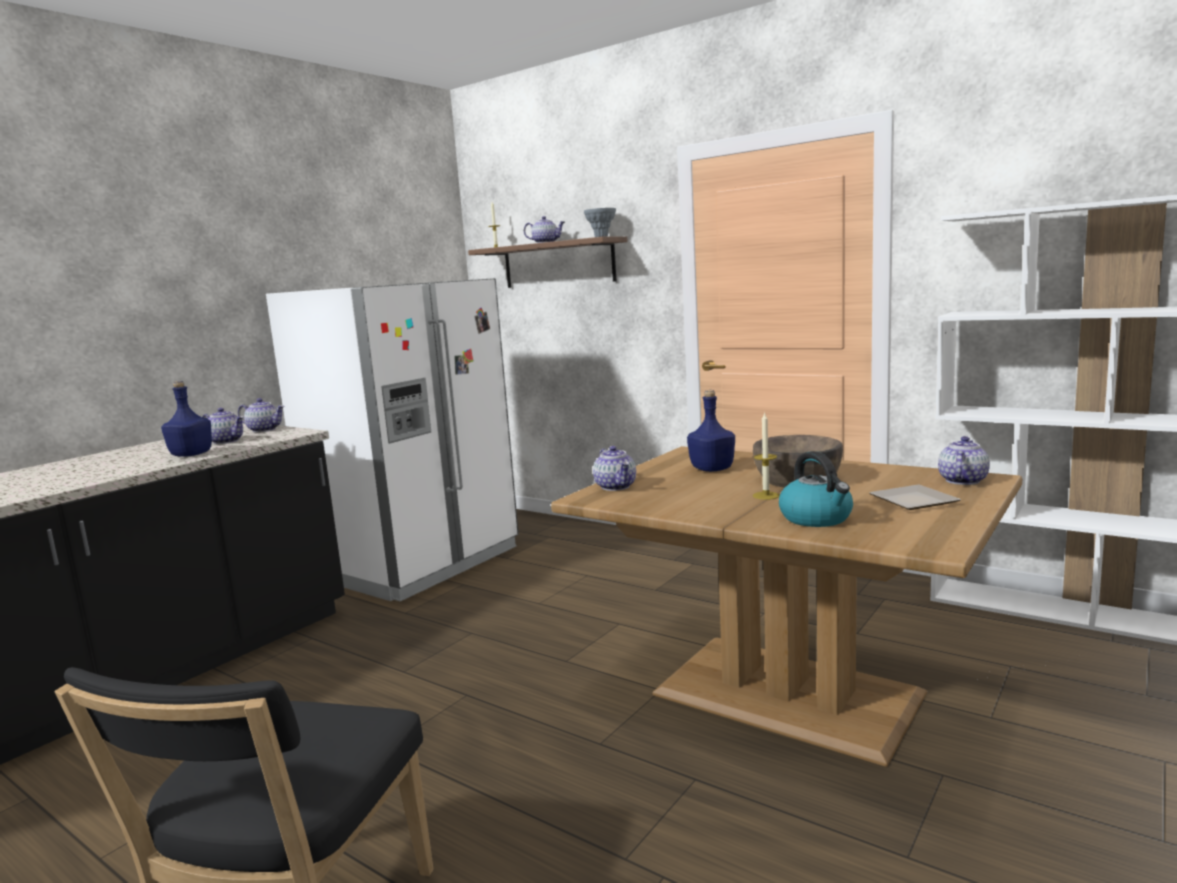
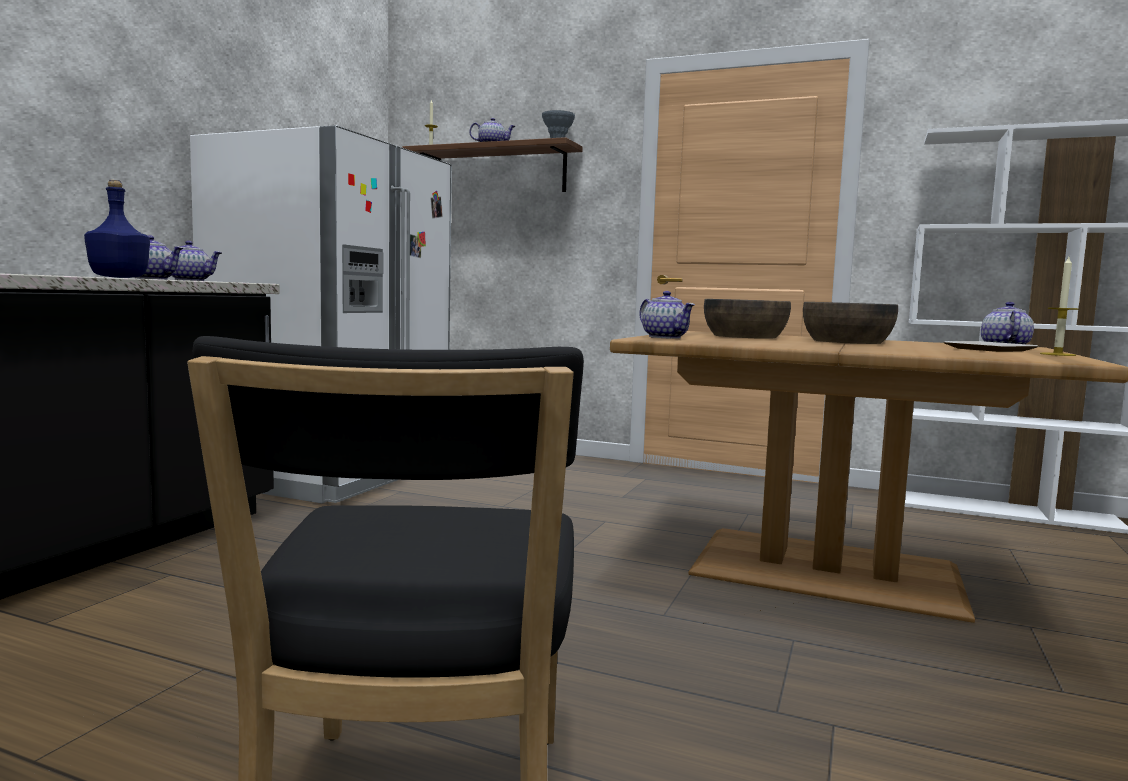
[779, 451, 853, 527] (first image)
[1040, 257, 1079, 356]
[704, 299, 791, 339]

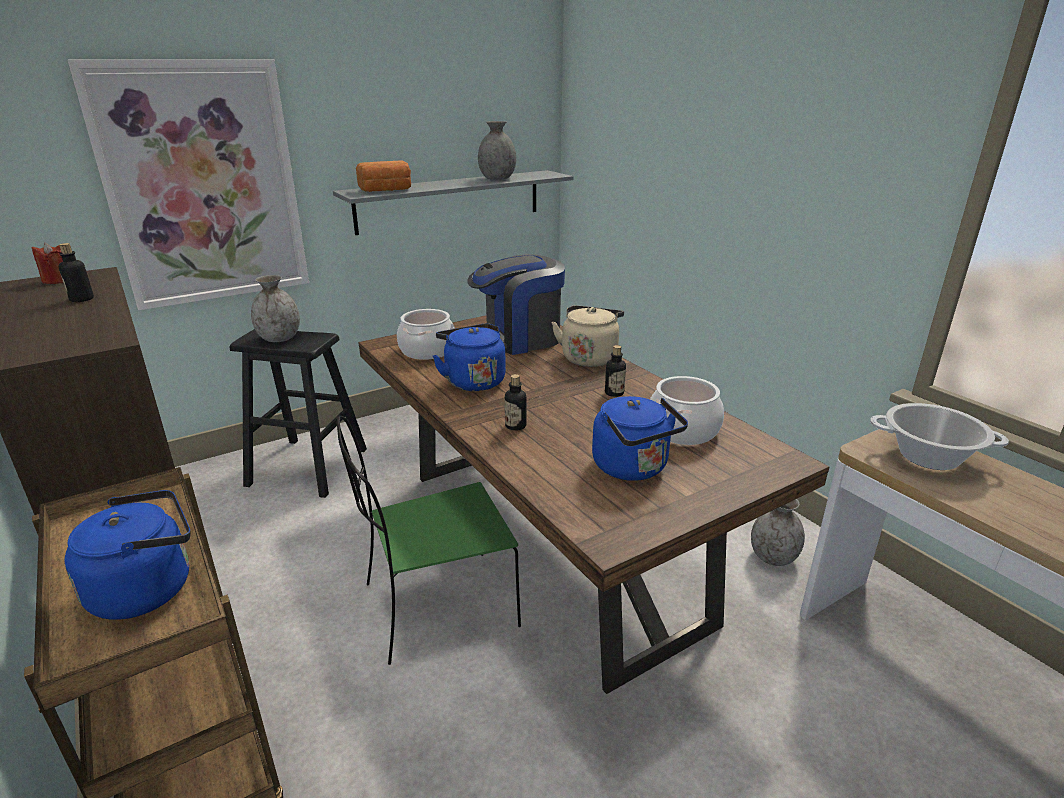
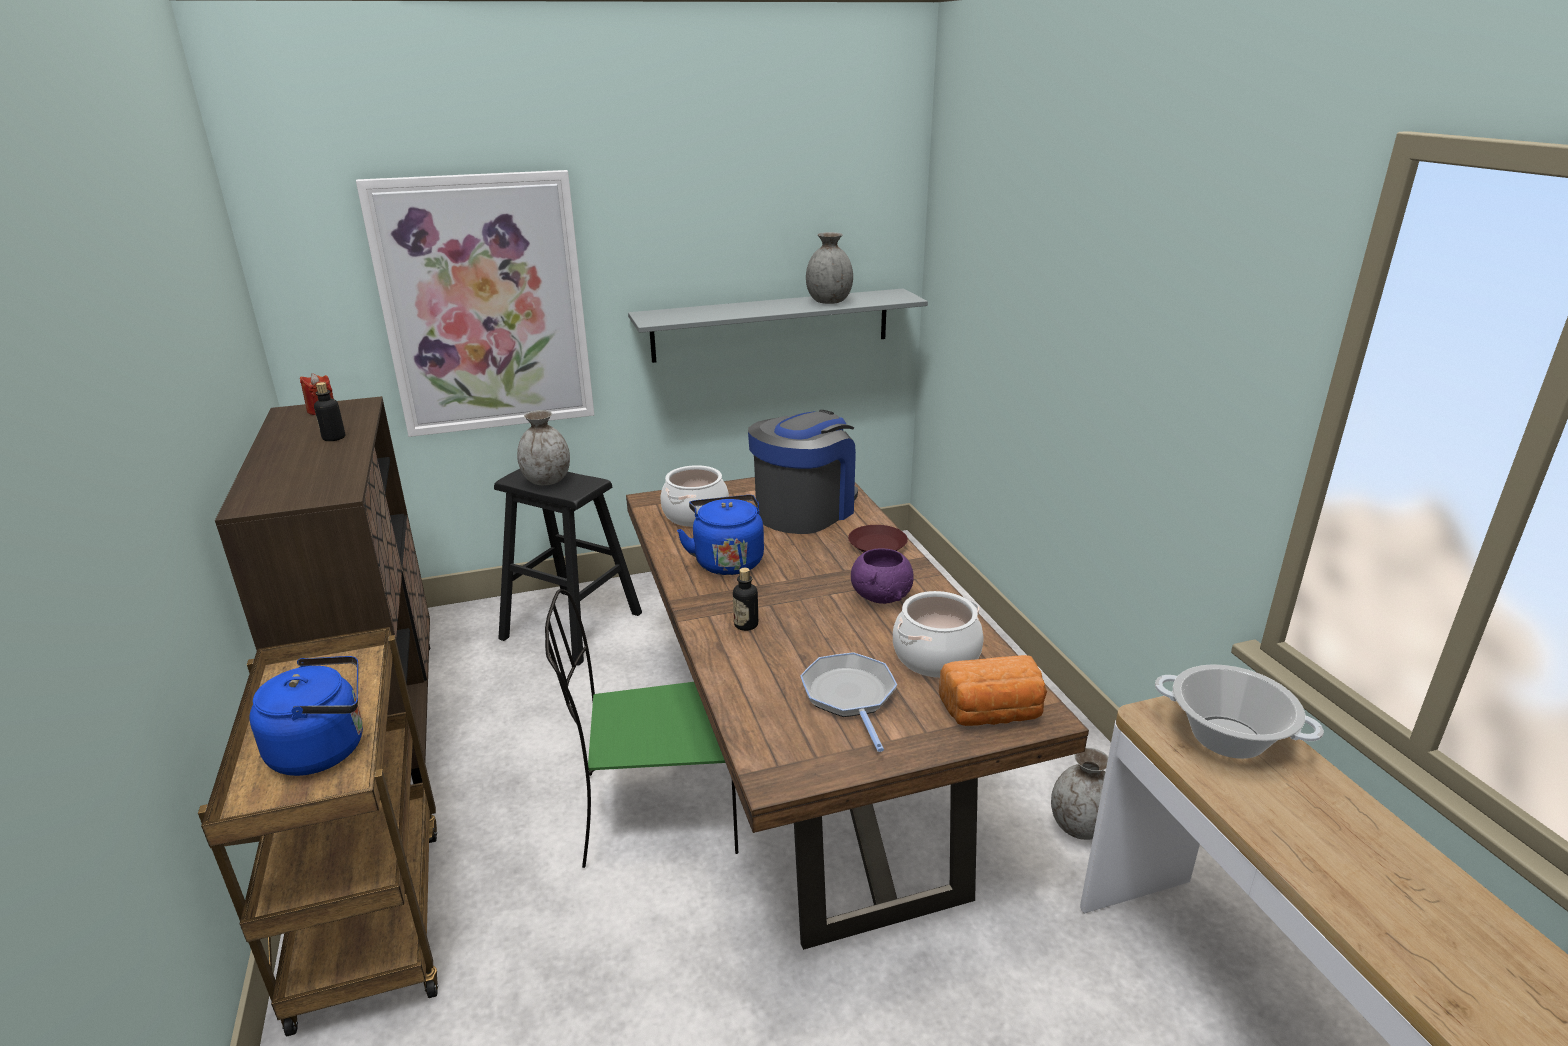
[939, 655, 1047, 726]
[848, 525, 908, 552]
[800, 652, 897, 752]
[851, 548, 914, 604]
[748, 410, 858, 534]

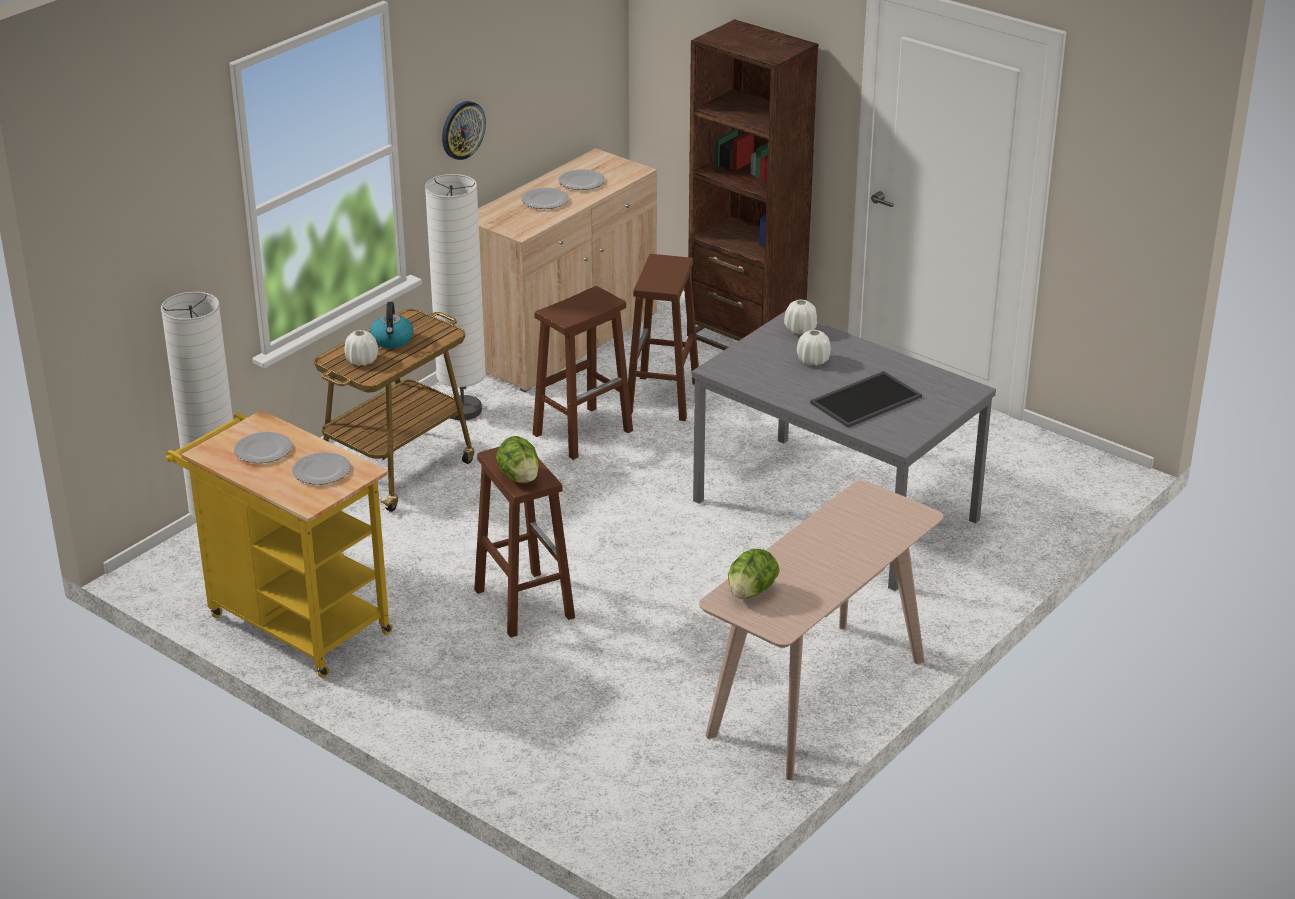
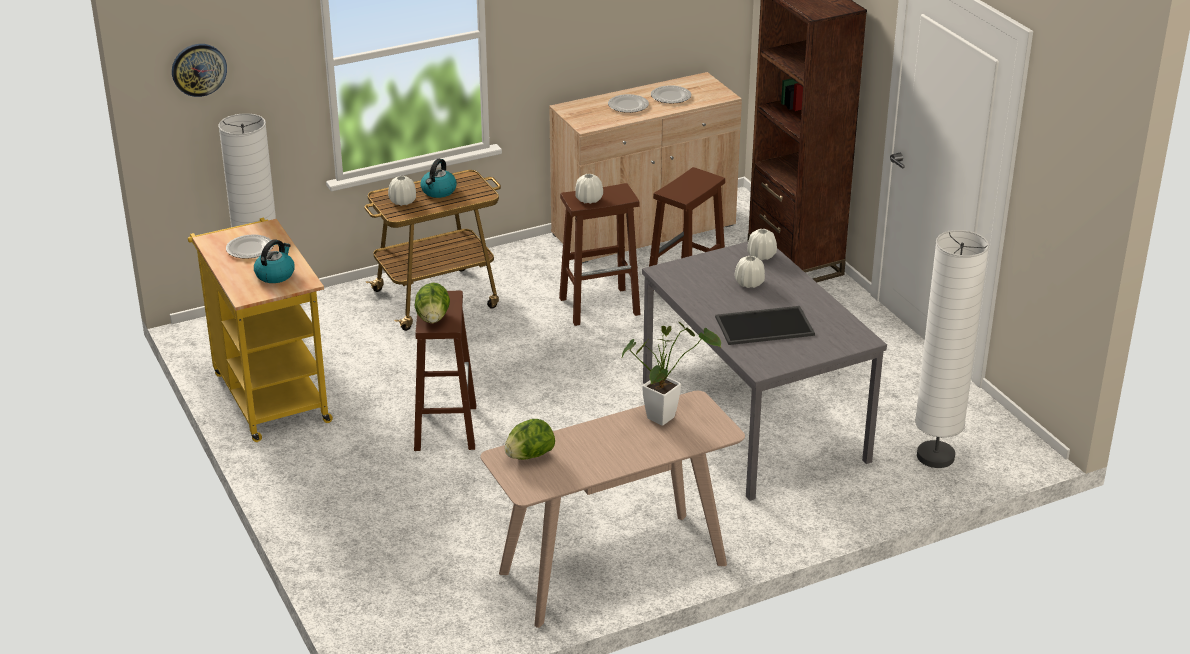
[575, 174, 603, 204]
[622, 322, 721, 426]
[915, 230, 989, 468]
[172, 44, 227, 97]
[254, 239, 295, 283]

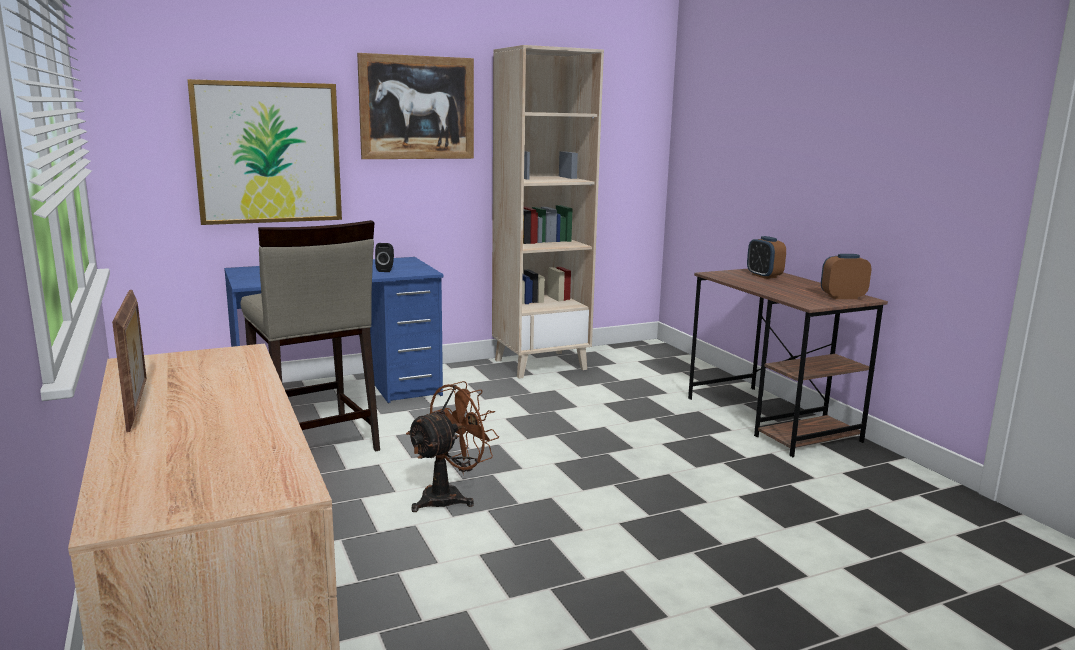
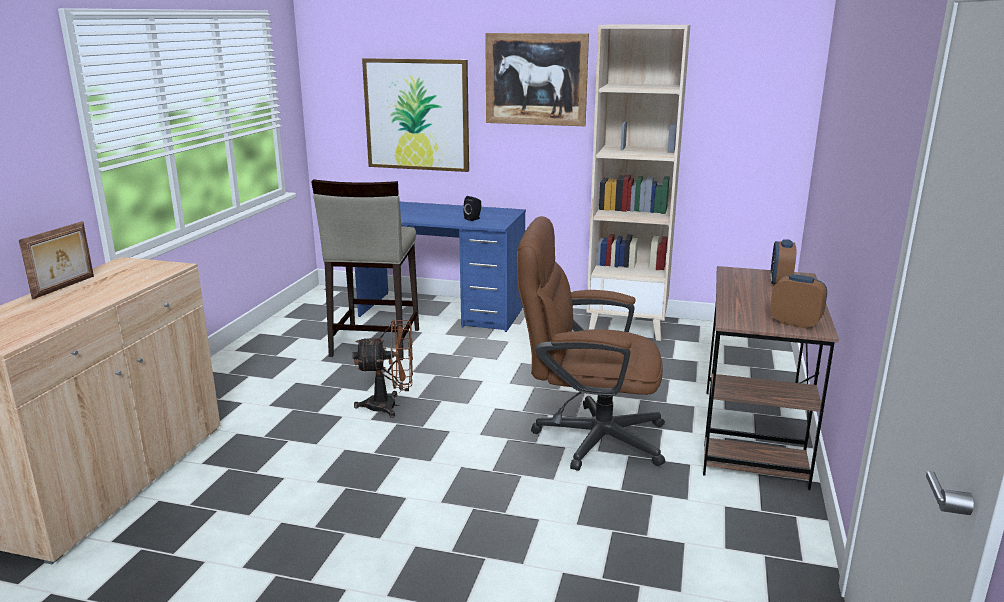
[517, 216, 665, 471]

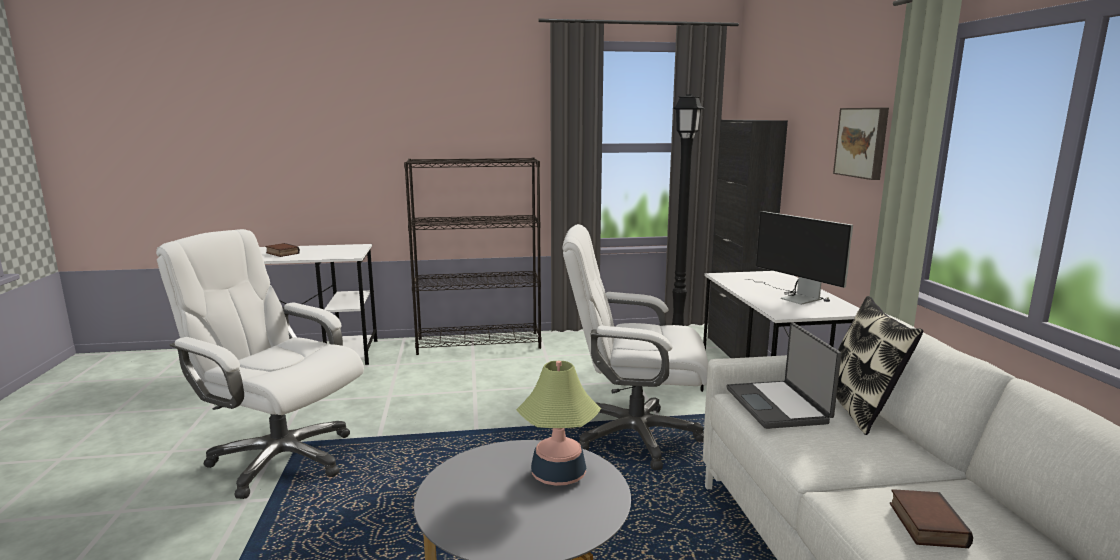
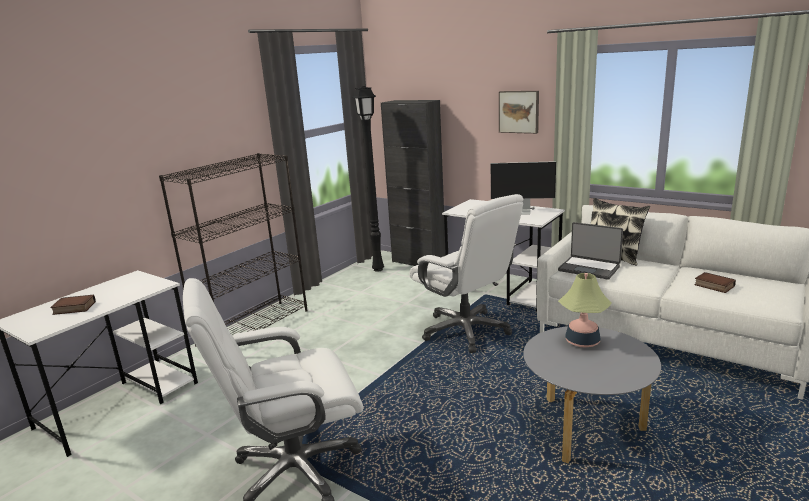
[409, 194, 523, 353]

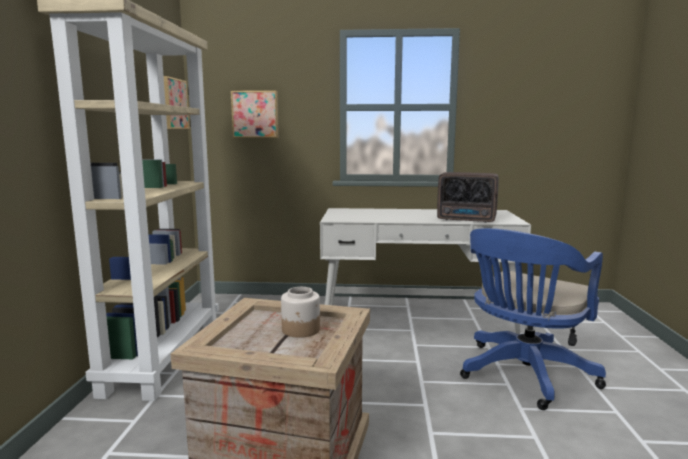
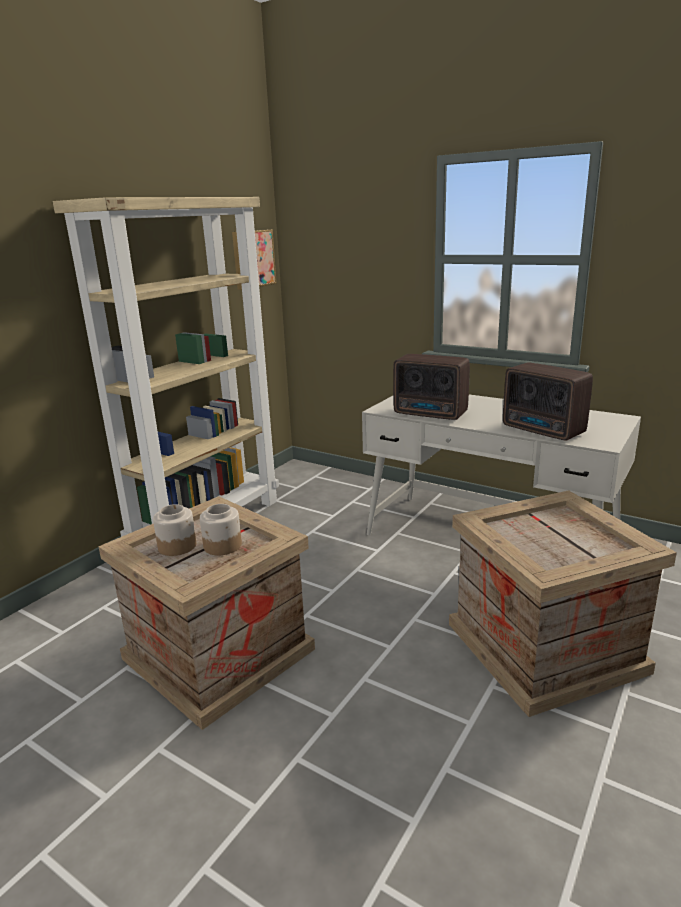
[231, 91, 279, 138] (first image)
[153, 504, 196, 556]
[393, 354, 470, 420]
[449, 490, 677, 717]

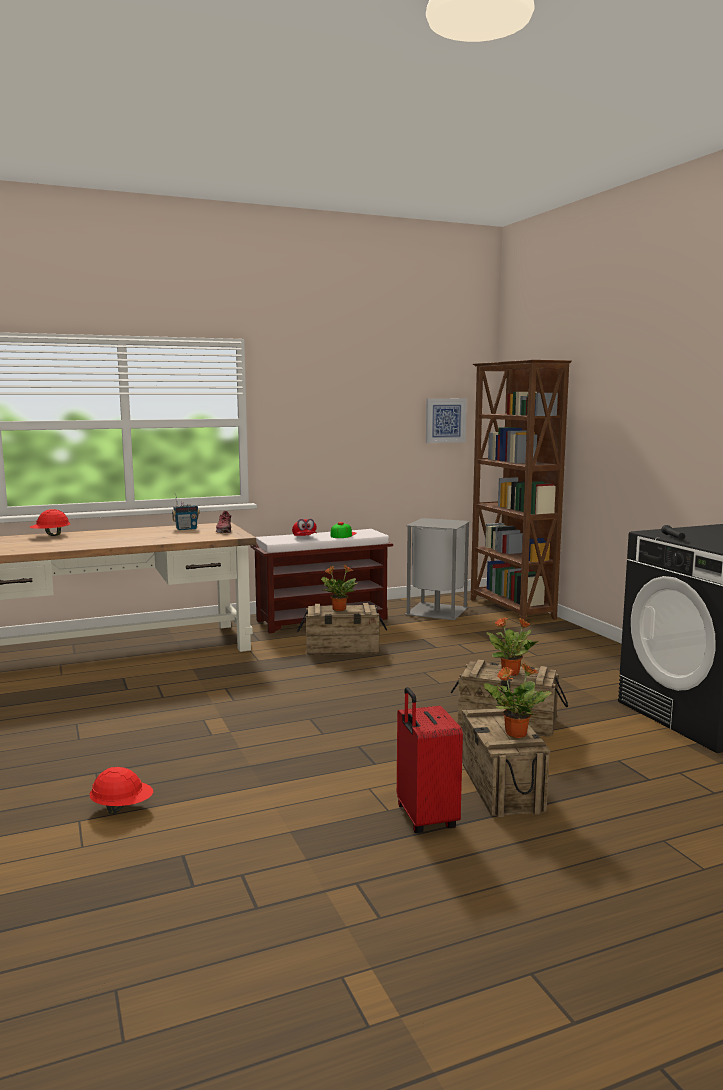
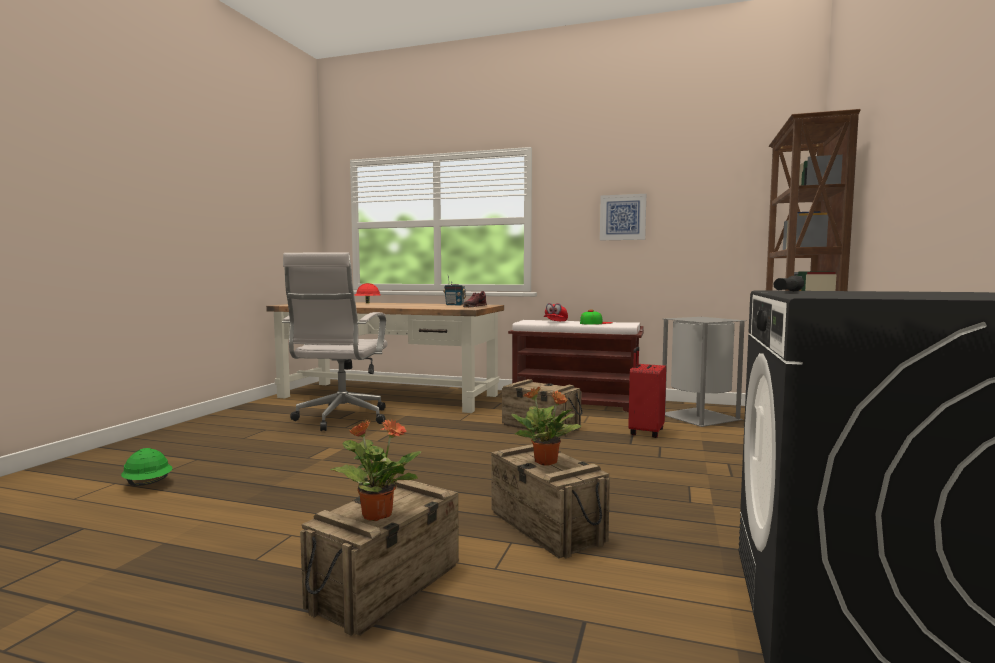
[321, 564, 358, 611] (first image)
[282, 252, 387, 431]
[628, 347, 666, 438]
[600, 194, 646, 240]
[121, 448, 172, 486]

